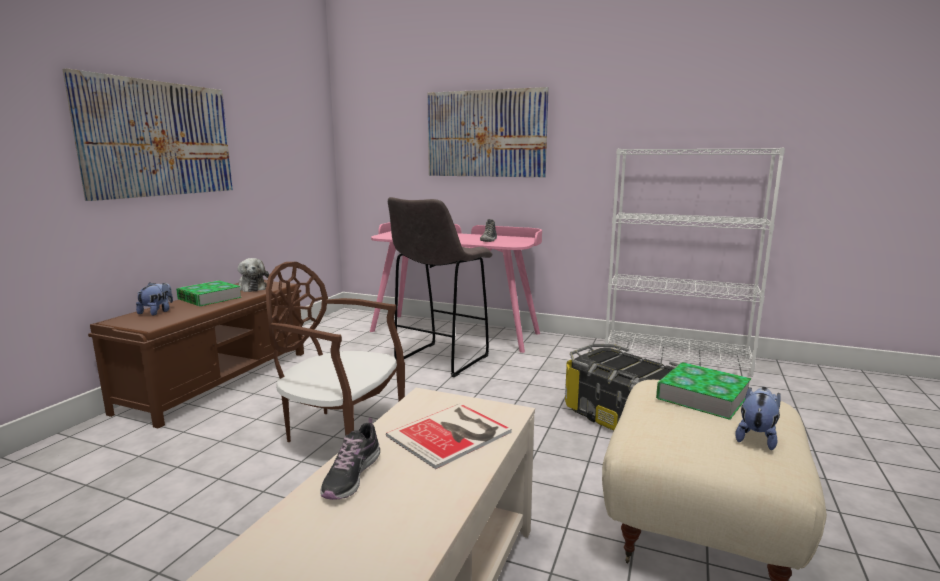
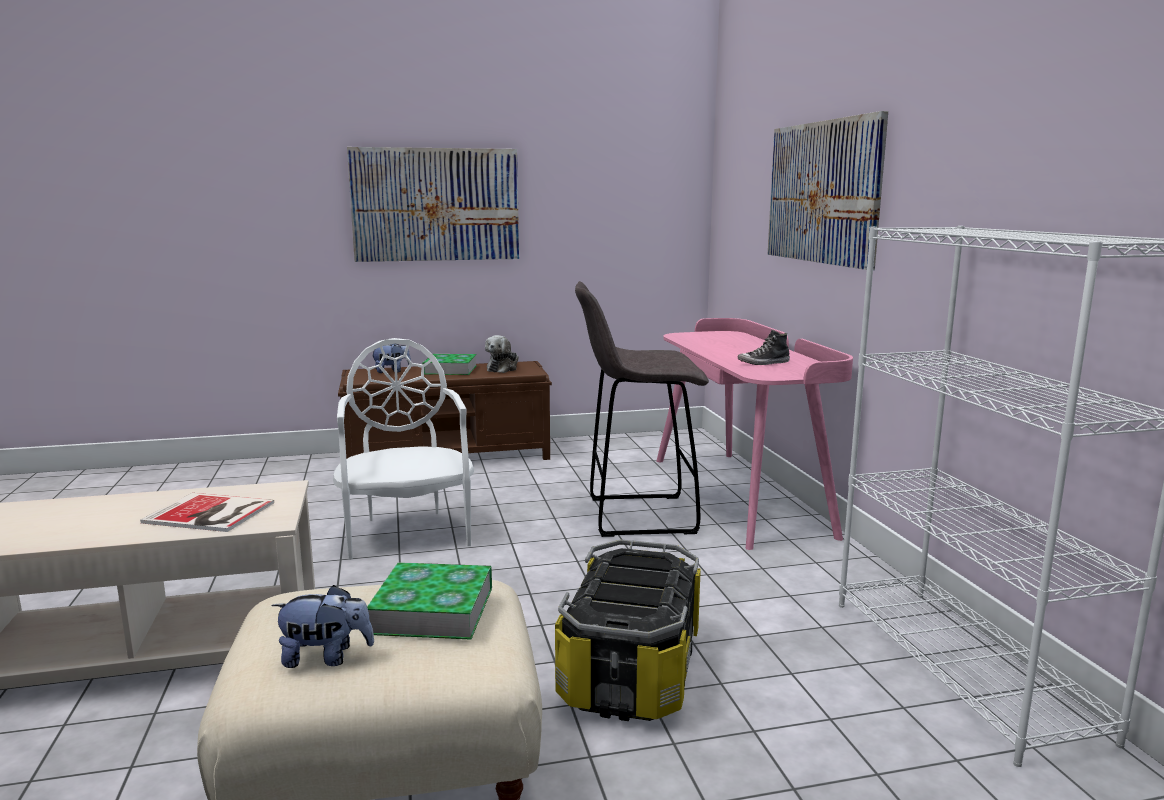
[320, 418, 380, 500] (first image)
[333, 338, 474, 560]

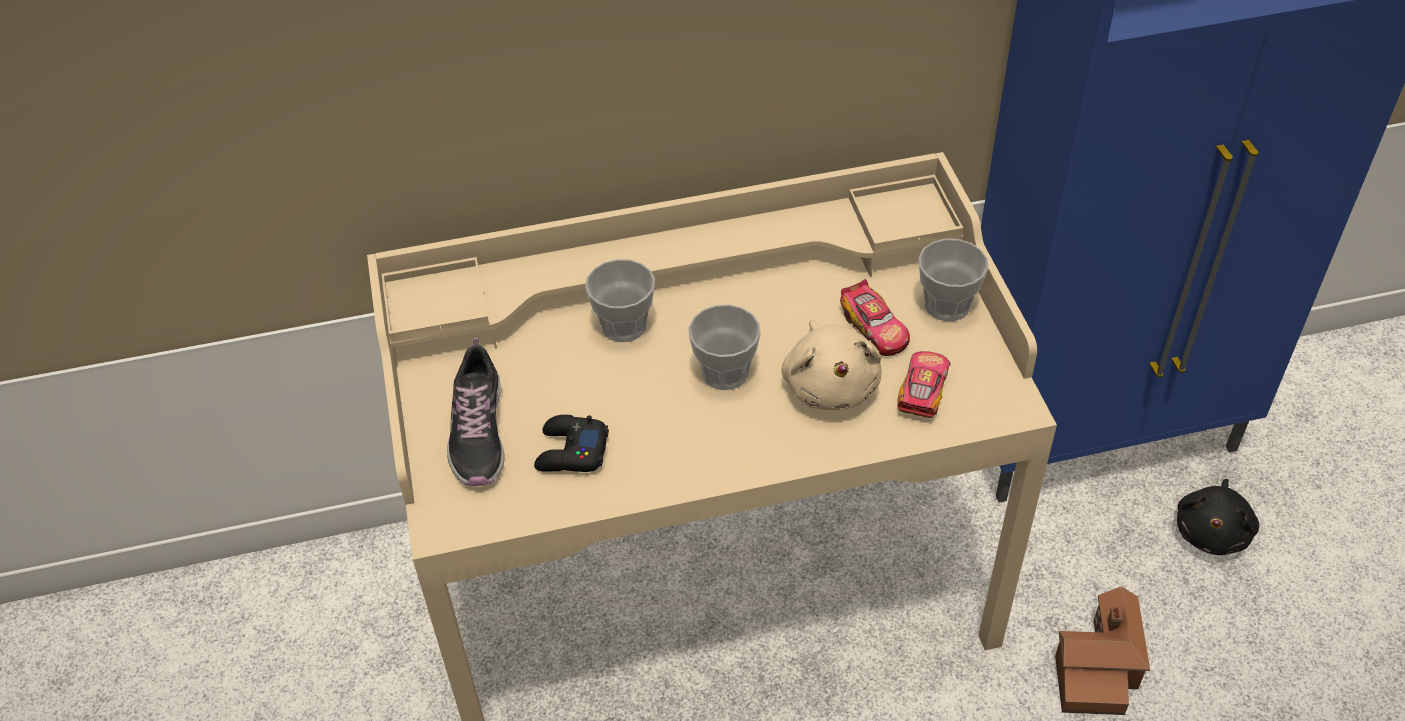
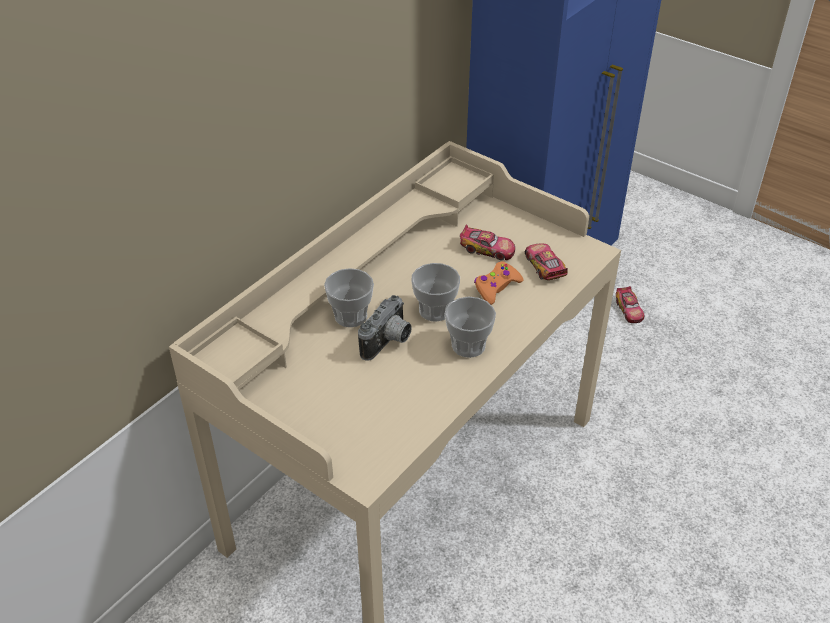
[447, 338, 505, 486] (first image)
[534, 415, 609, 472] (first image)
[1055, 586, 1150, 715] (first image)
[358, 295, 412, 361]
[445, 297, 496, 358]
[474, 261, 523, 305]
[616, 286, 645, 323]

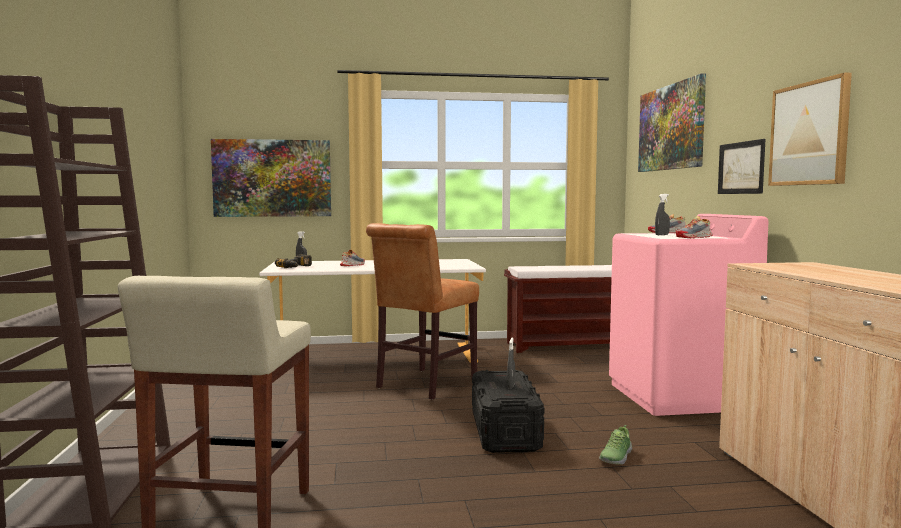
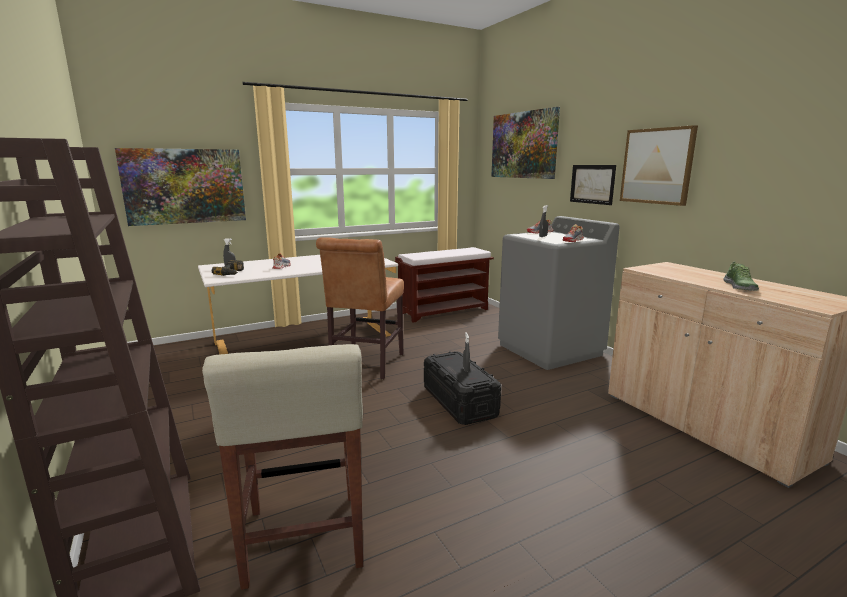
[723, 262, 759, 291]
[498, 216, 620, 370]

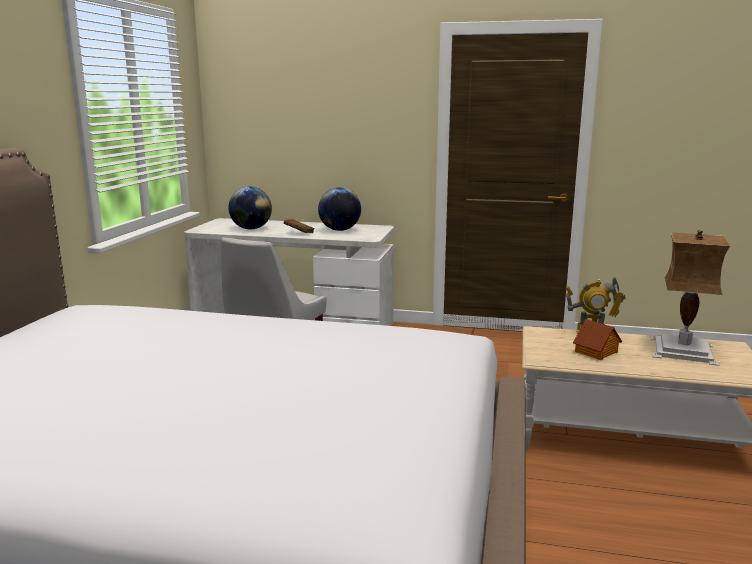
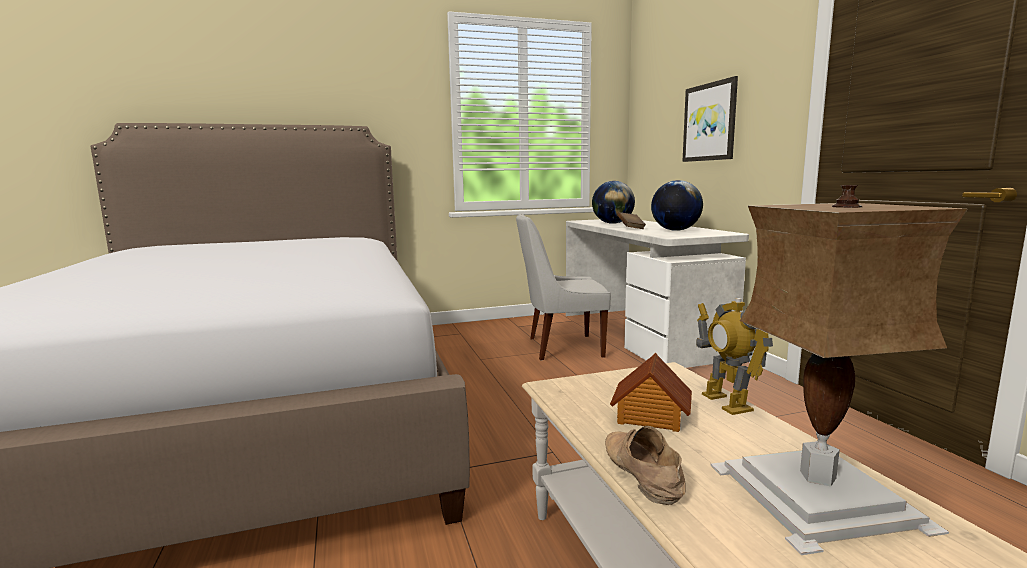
[605, 426, 686, 505]
[682, 76, 738, 162]

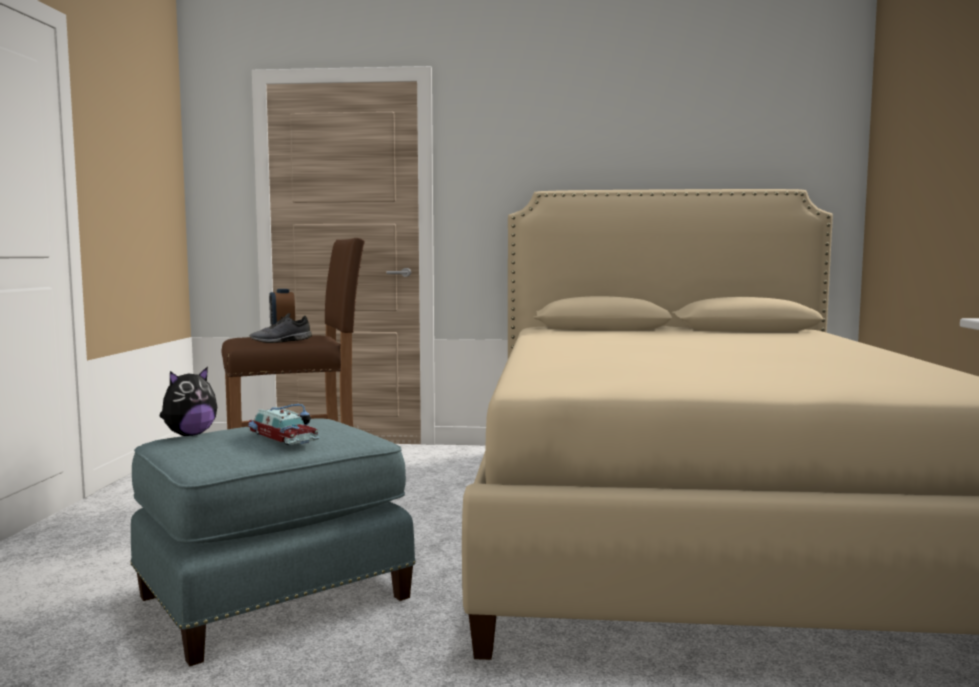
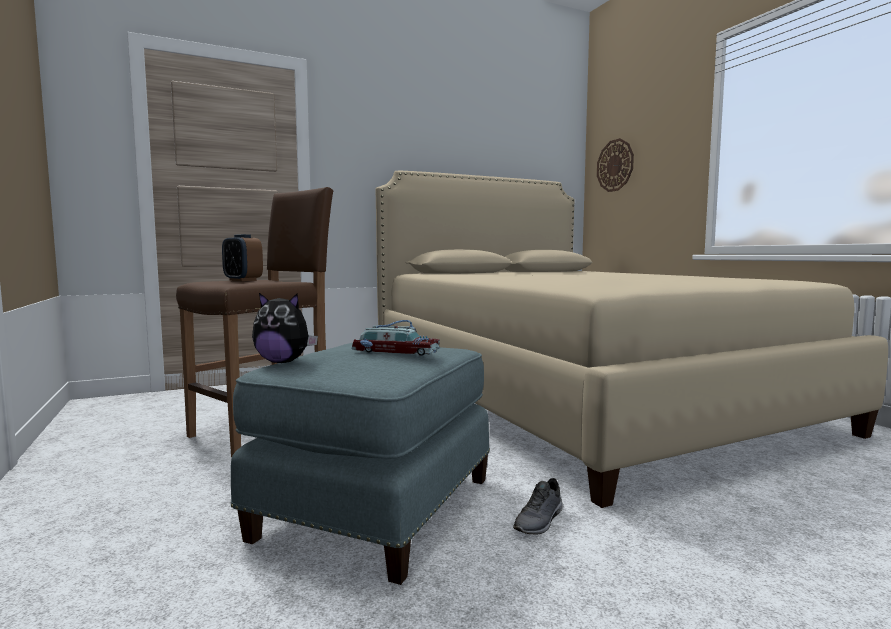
[597, 138, 634, 192]
[513, 478, 563, 535]
[252, 293, 318, 363]

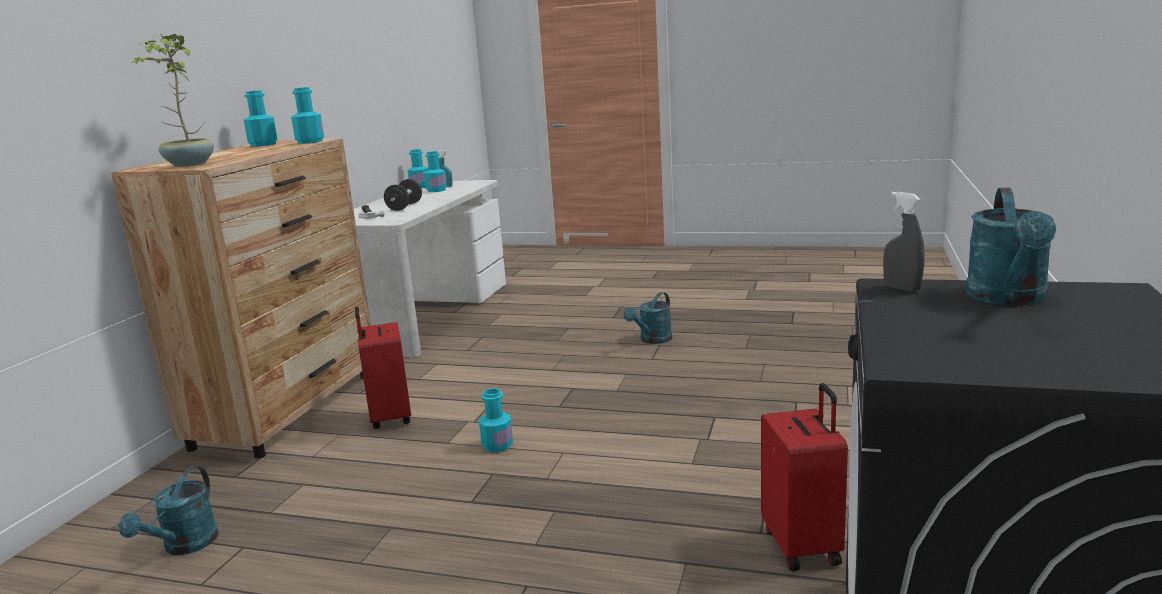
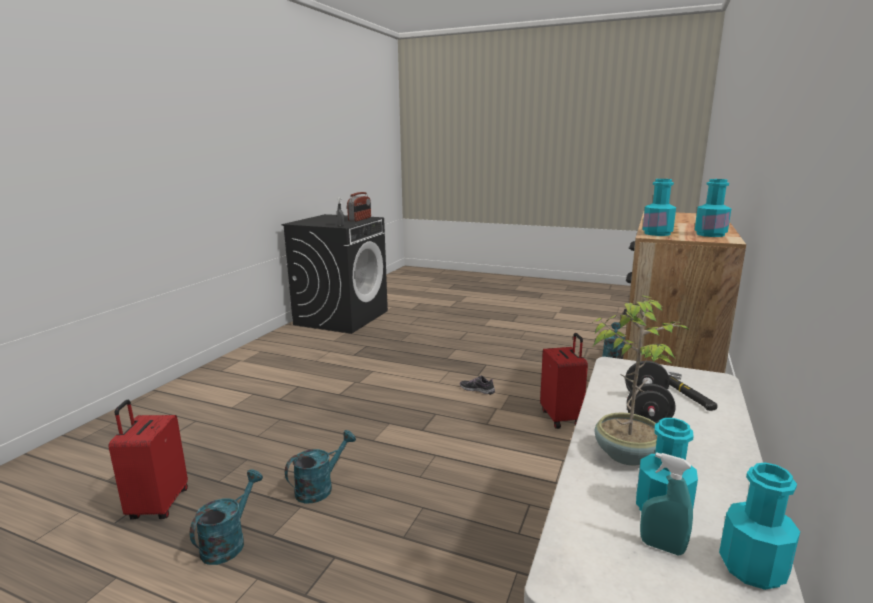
[347, 192, 371, 222]
[591, 295, 688, 466]
[109, 400, 188, 520]
[190, 470, 263, 565]
[460, 375, 495, 395]

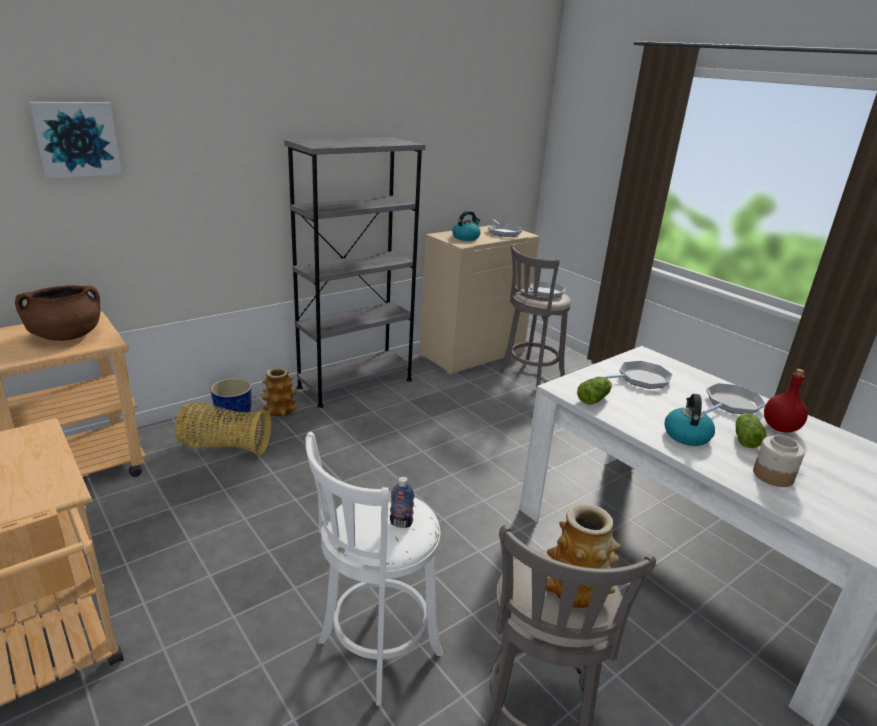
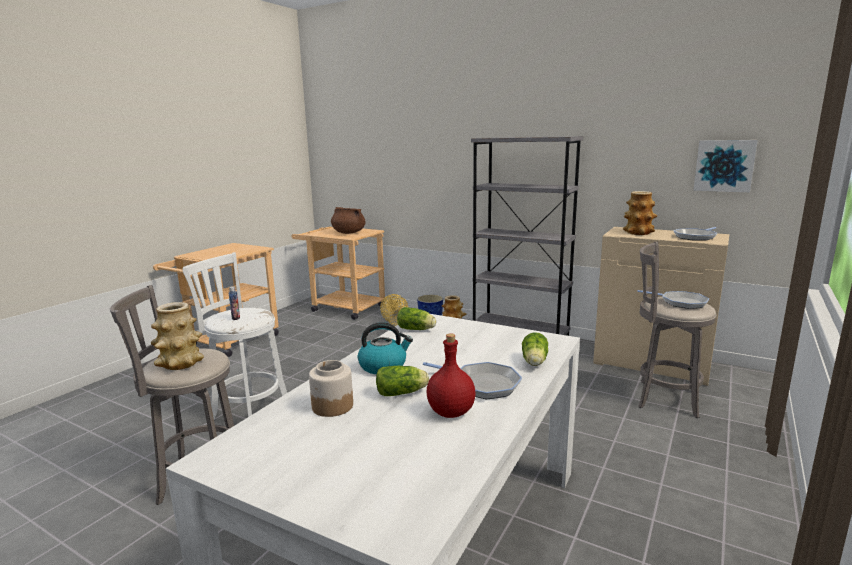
[595, 361, 673, 389] (first image)
[522, 332, 548, 366]
[693, 140, 758, 192]
[623, 191, 657, 235]

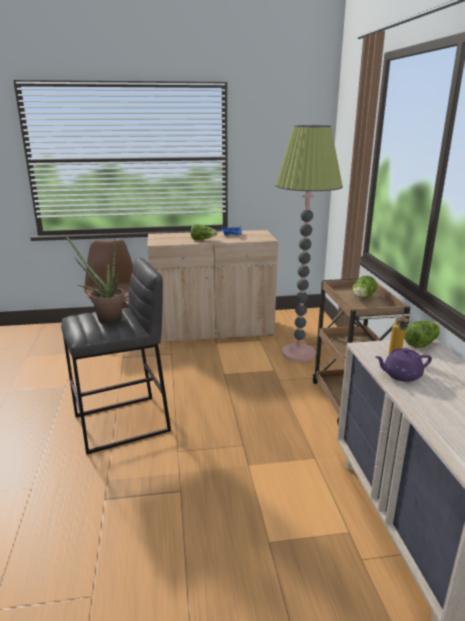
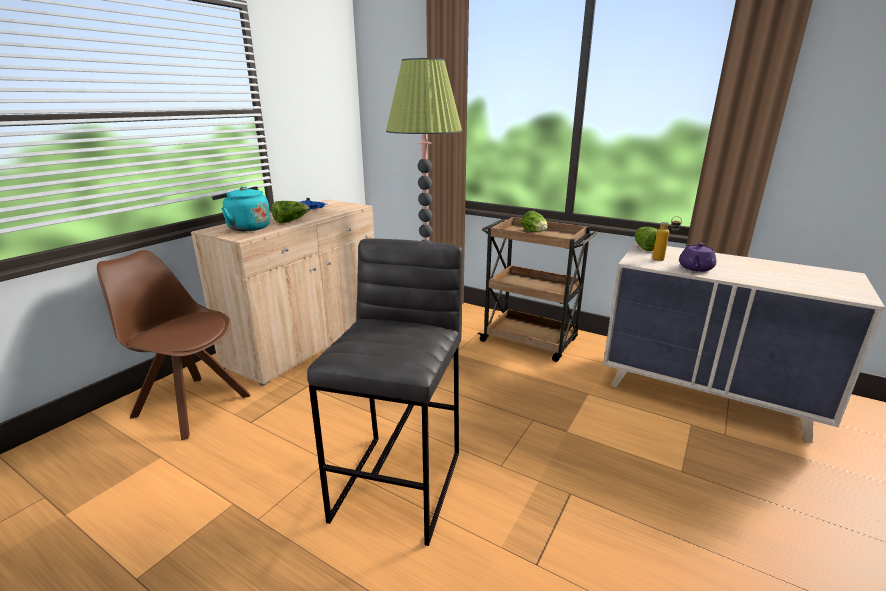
[64, 234, 124, 324] (first image)
[212, 186, 270, 231]

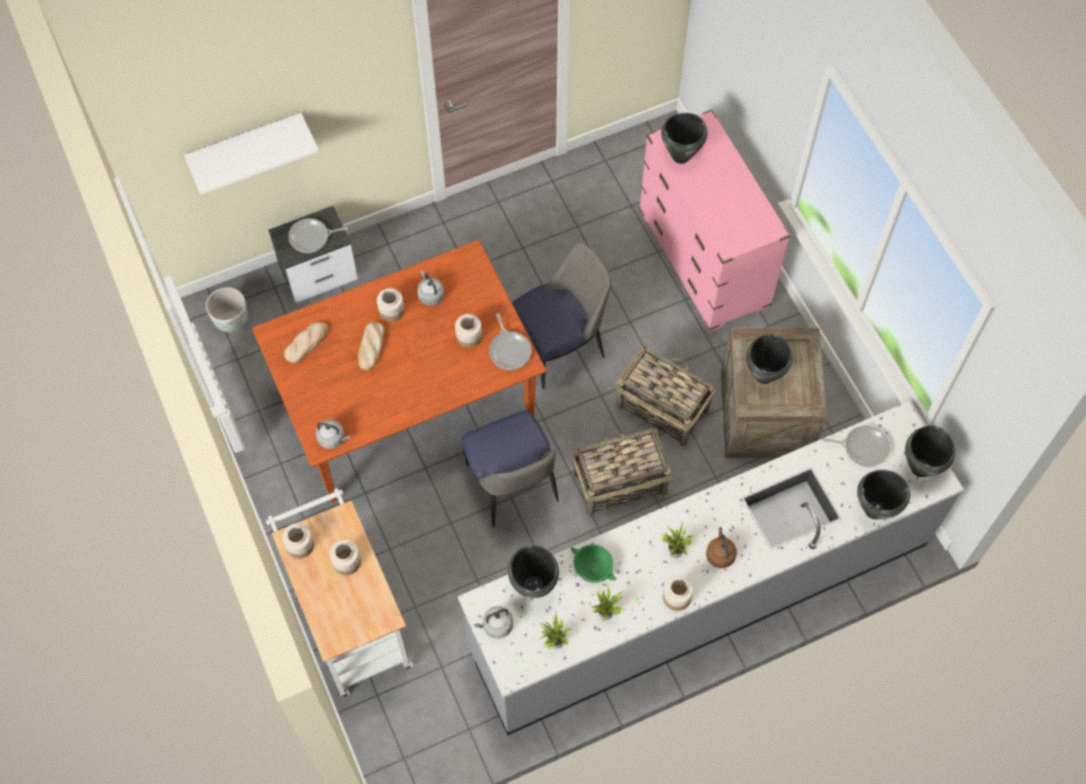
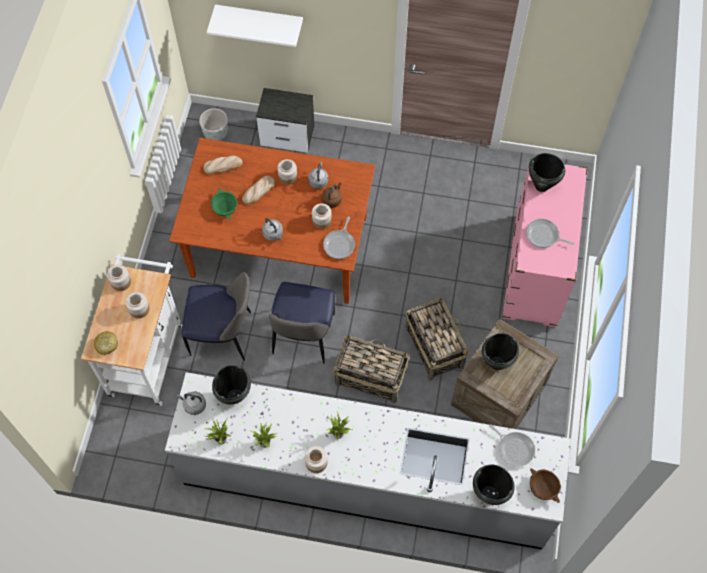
[94, 331, 118, 355]
[526, 219, 574, 248]
[262, 218, 283, 241]
[181, 271, 251, 361]
[211, 188, 237, 220]
[322, 182, 342, 208]
[530, 468, 561, 503]

